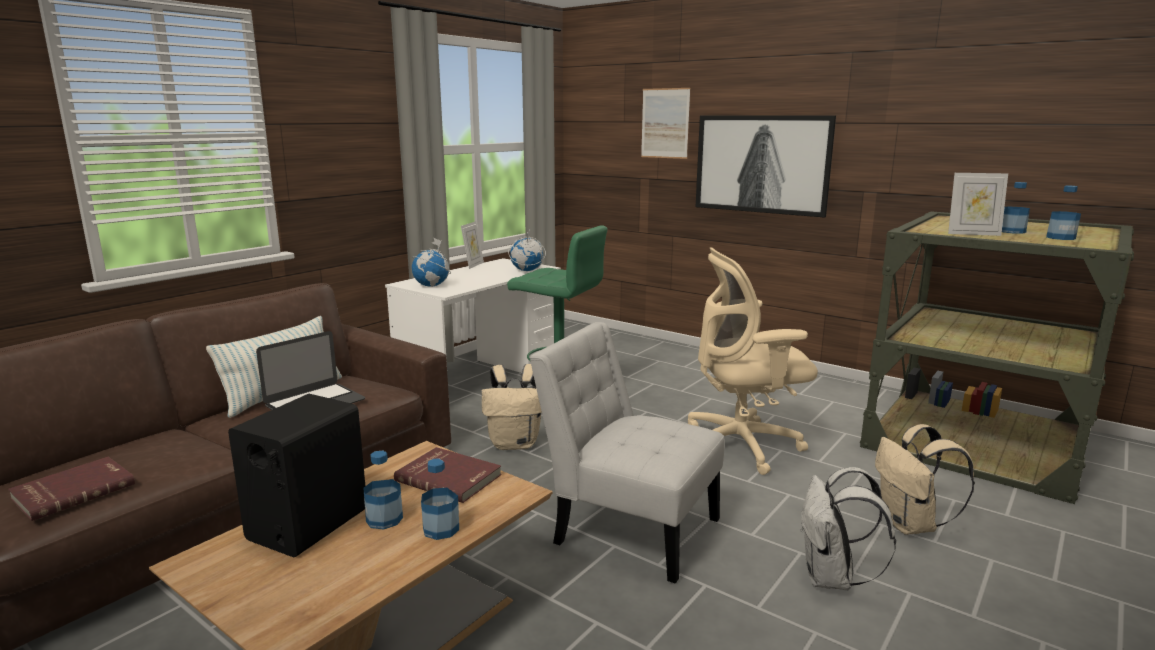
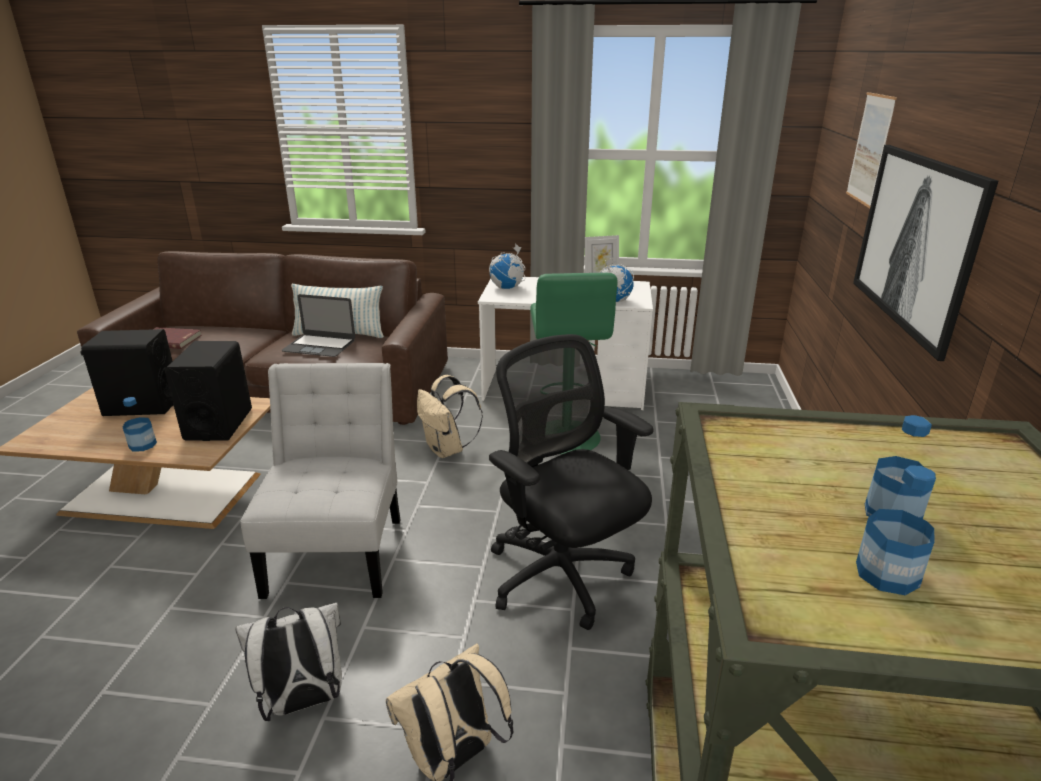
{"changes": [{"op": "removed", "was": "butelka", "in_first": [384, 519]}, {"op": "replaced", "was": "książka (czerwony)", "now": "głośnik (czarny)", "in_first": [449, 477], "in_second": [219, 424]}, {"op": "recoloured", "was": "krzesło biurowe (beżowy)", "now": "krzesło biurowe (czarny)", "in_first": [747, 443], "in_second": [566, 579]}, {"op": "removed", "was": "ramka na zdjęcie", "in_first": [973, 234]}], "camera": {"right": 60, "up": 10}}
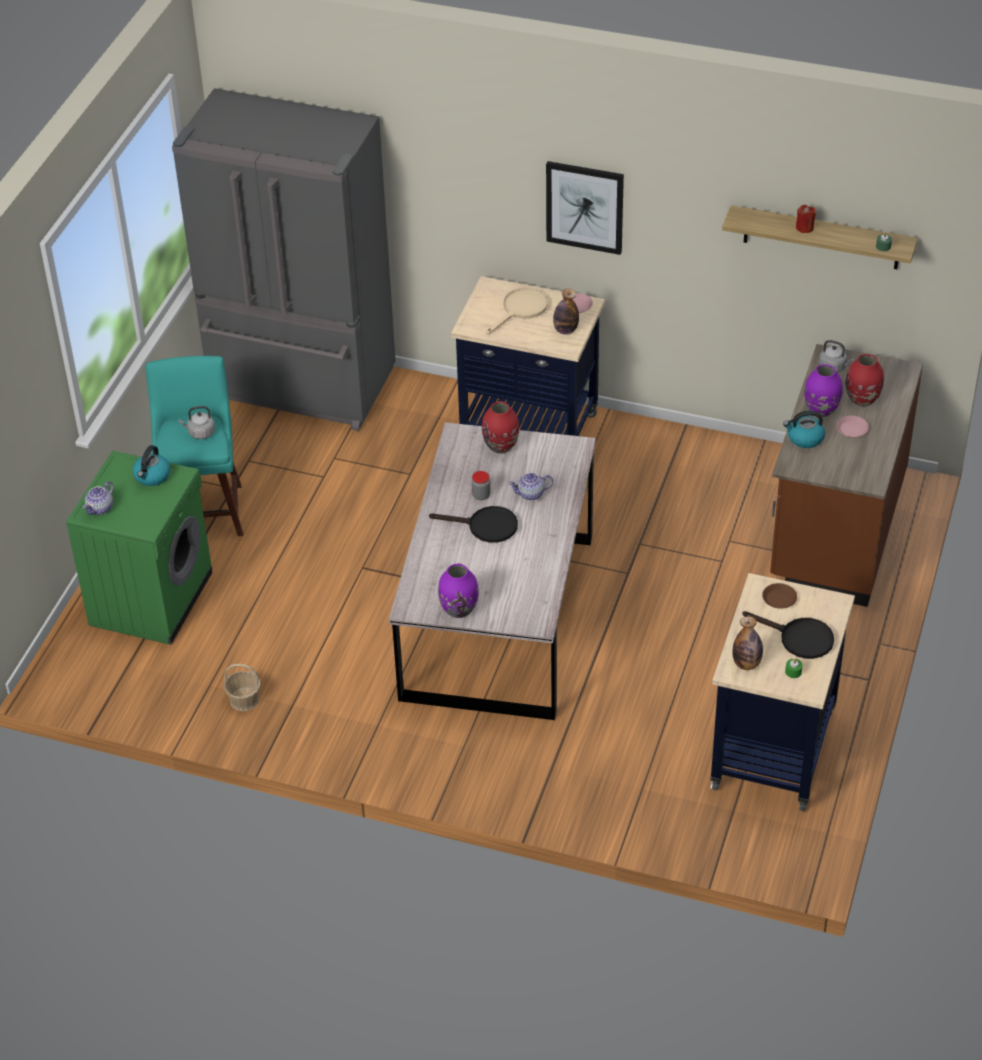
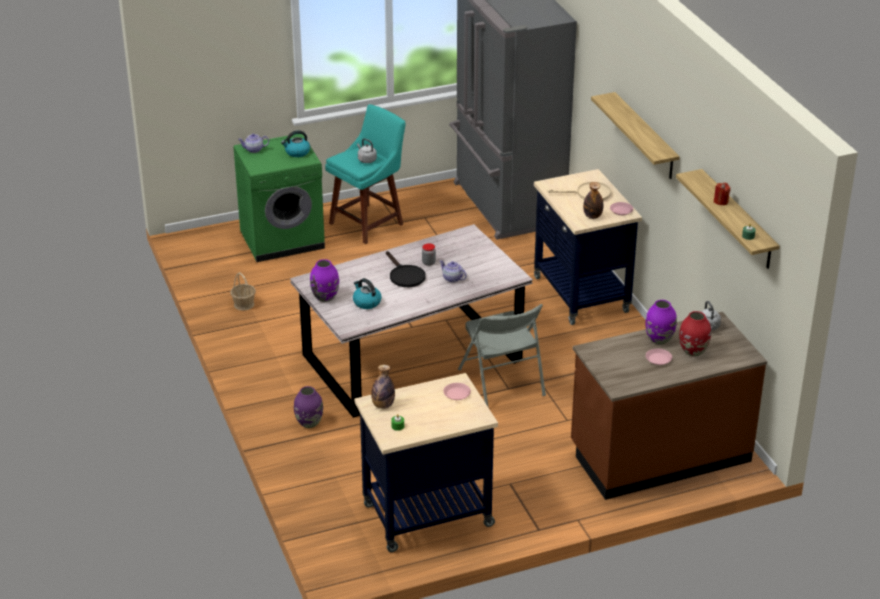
{"changes": [{"op": "removed", "was": "wazon (czerwony)", "in_first": [501, 446]}, {"op": "replaced", "was": "obraz", "now": "półka", "in_first": [585, 207], "in_second": [645, 137]}, {"op": "removed", "was": "patelnia (czarny)", "in_first": [799, 638]}, {"op": "recoloured", "was": "talerz (brązowy)", "now": "talerz (różowy)", "in_first": [779, 598], "in_second": [456, 393]}, {"op": "moved", "was": "czajnik", "in_first": [804, 438], "in_second": [366, 302]}, {"op": "added", "now": "wazon (fioletowy)", "in_second": [309, 423]}, {"op": "added", "now": "krzesło (szary)", "in_second": [501, 382]}], "camera": {"right": 50, "up": -10}}
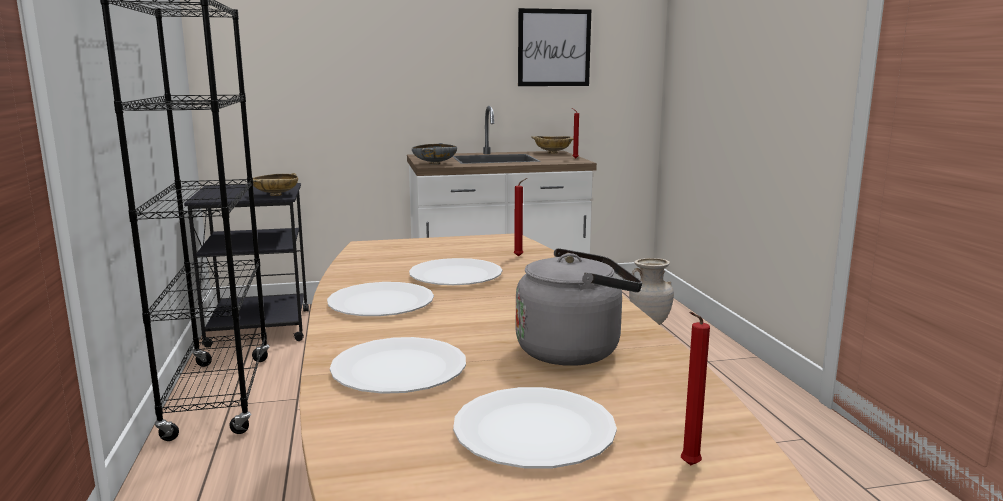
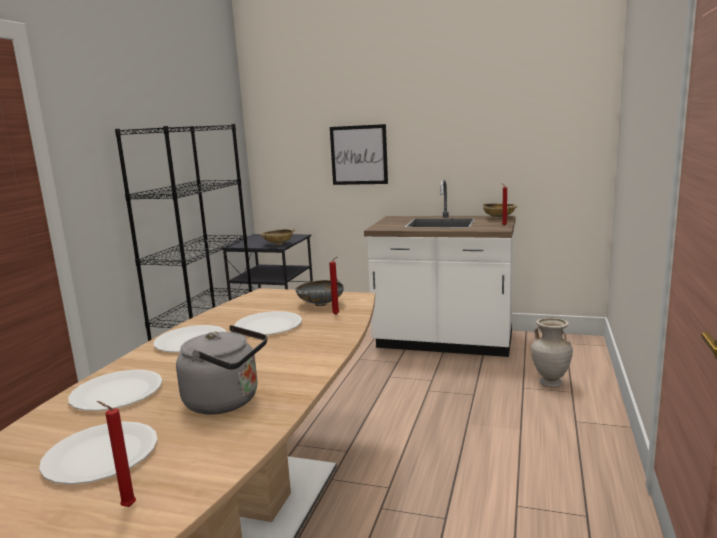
{"changes": [{"op": "moved", "was": "miska (szary)", "in_first": [434, 164], "in_second": [320, 304]}, {"op": "moved", "was": "obraz", "in_first": [554, 48], "in_second": [359, 155]}], "camera": {"right": 30, "up": 0}}
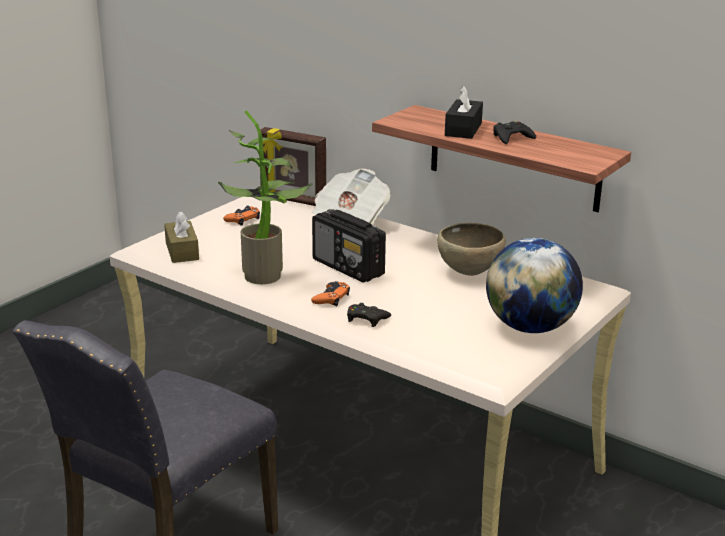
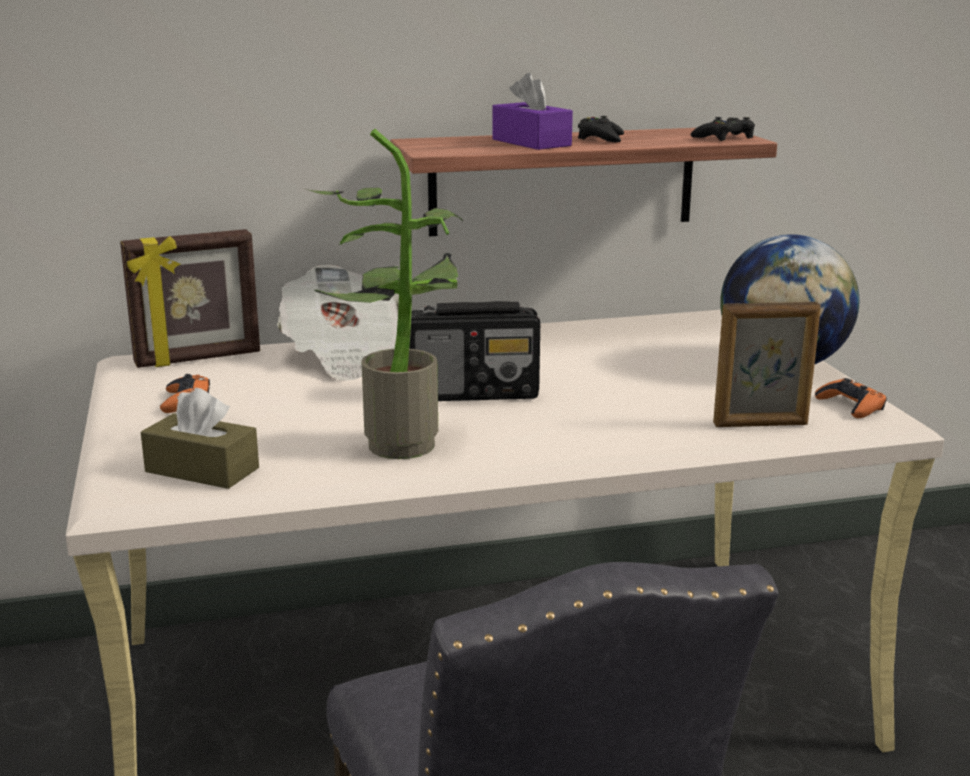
{"changes": [{"op": "moved", "was": "pad do gier (pomarańczowy)", "in_first": [331, 298], "in_second": [850, 406]}, {"op": "moved", "was": "pad do gier (czarny)", "in_first": [366, 319], "in_second": [725, 138]}, {"op": "removed", "was": "miska (brązowy)", "in_first": [469, 272]}, {"op": "recoloured", "was": "pudełko chusteczek (czarny)", "now": "pudełko chusteczek (fioletowy)", "in_first": [463, 129], "in_second": [531, 142]}, {"op": "added", "now": "ramka na zdjęcie", "in_second": [761, 424]}], "camera": {"right": -50, "up": -5}}
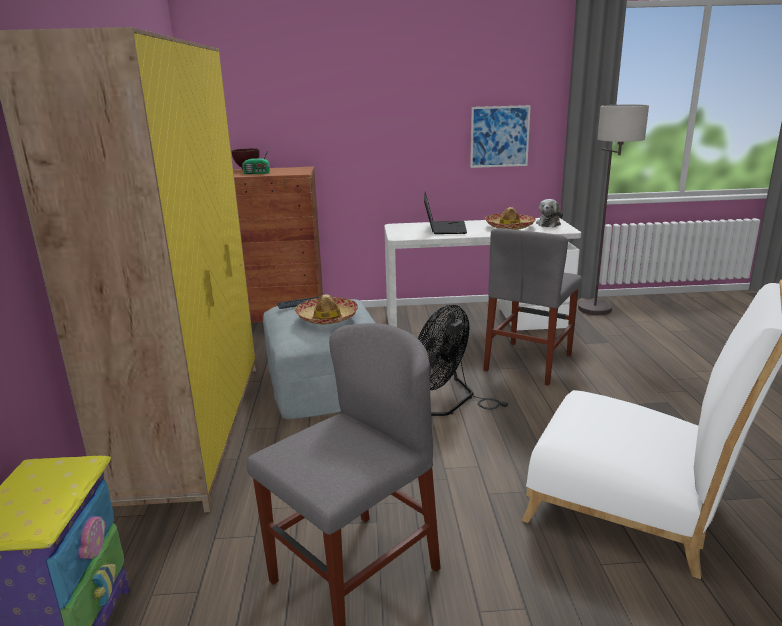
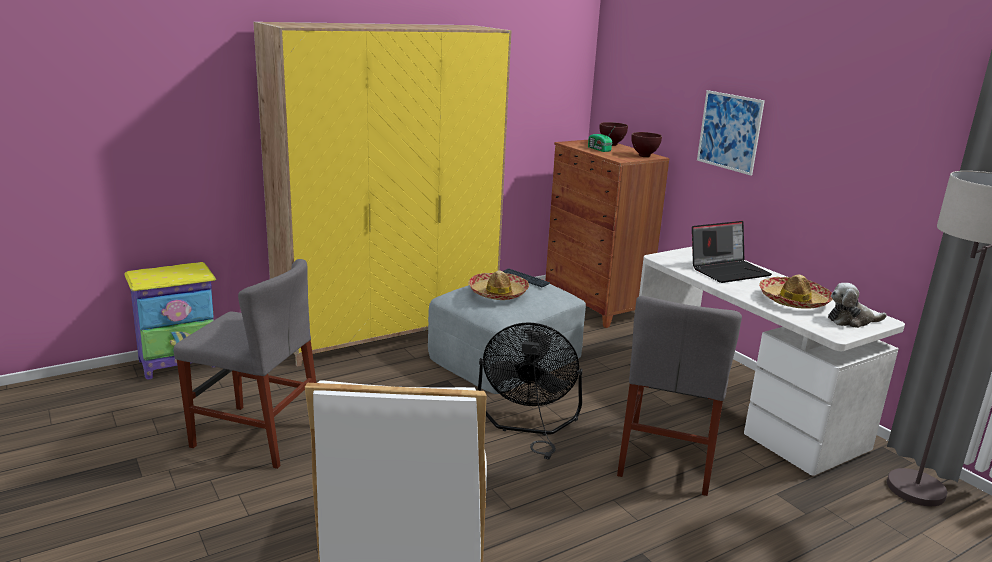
{"changes": [{"op": "moved", "was": "obraz", "in_first": [499, 136], "in_second": [729, 132]}, {"op": "turned", "was": "krzesło (szary)", "in_first": [528, 362], "in_second": [667, 458], "clockwise": -75}, {"op": "added", "now": "miska (brązowy)", "in_second": [644, 156]}], "camera": {"right": 60, "up": 0}}
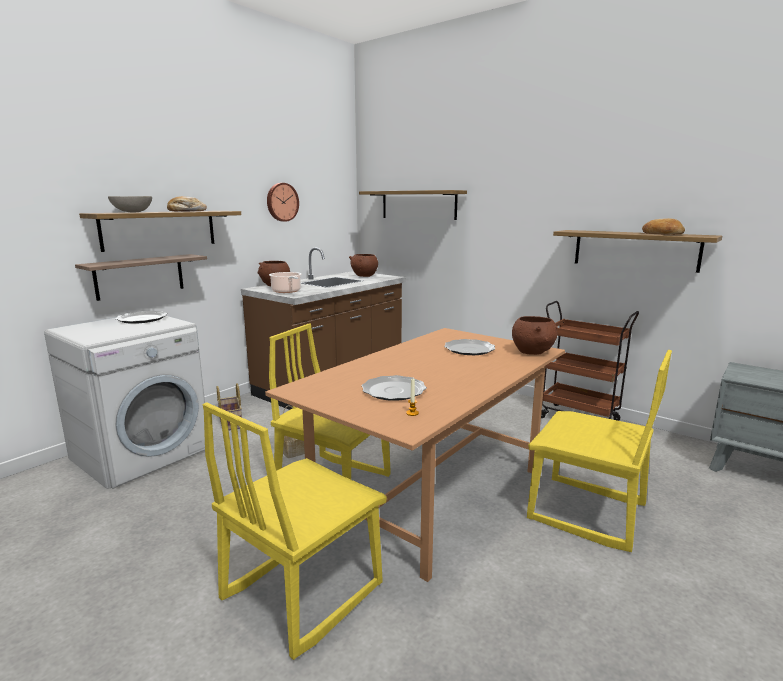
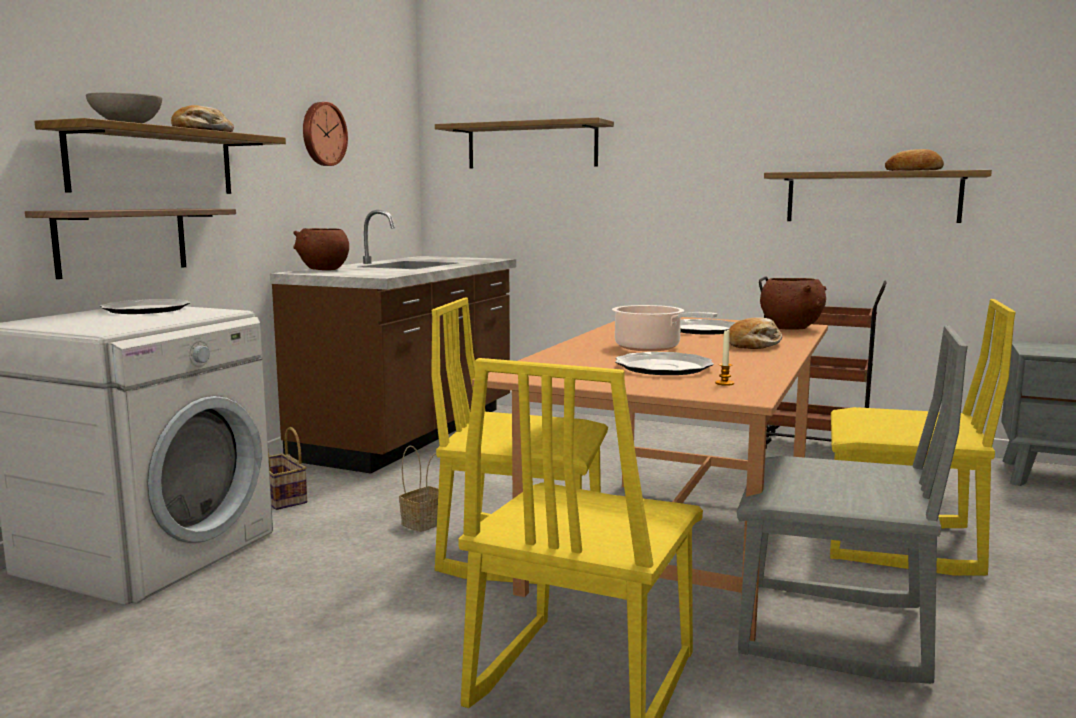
{"changes": [{"op": "moved", "was": "garnek", "in_first": [287, 291], "in_second": [651, 348]}, {"op": "removed", "was": "miska (brązowy)", "in_first": [364, 276]}, {"op": "added", "now": "chleb", "in_second": [754, 345]}, {"op": "added", "now": "krzesło (szary)", "in_second": [832, 632]}], "camera": {"right": -15, "up": -5}}
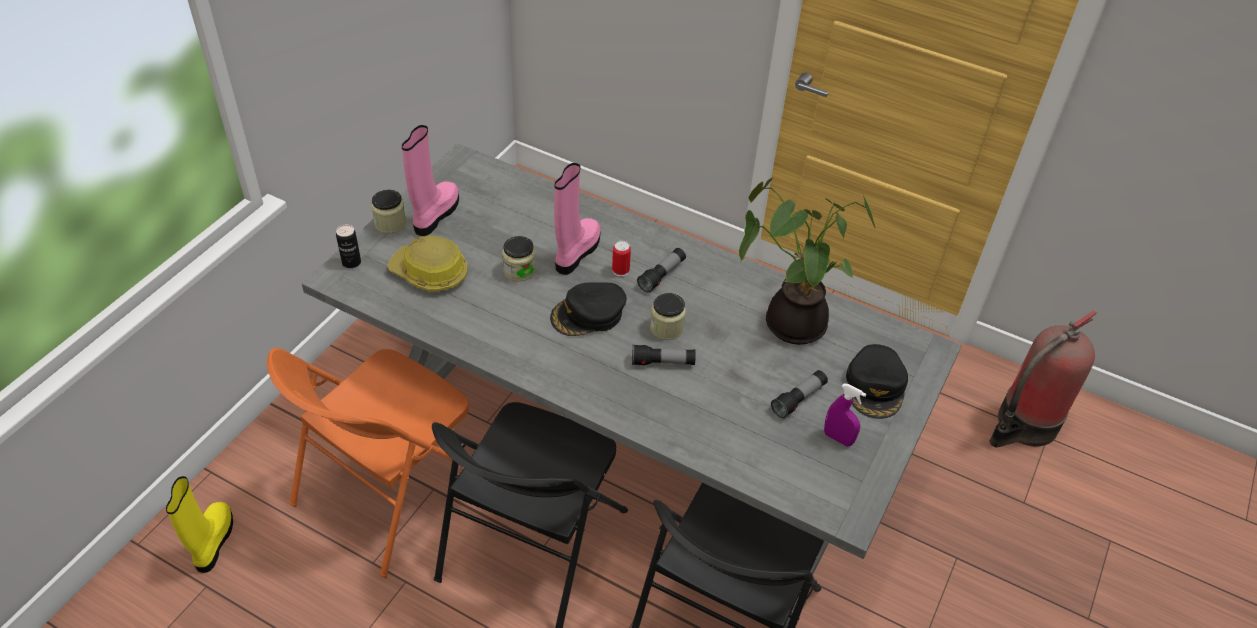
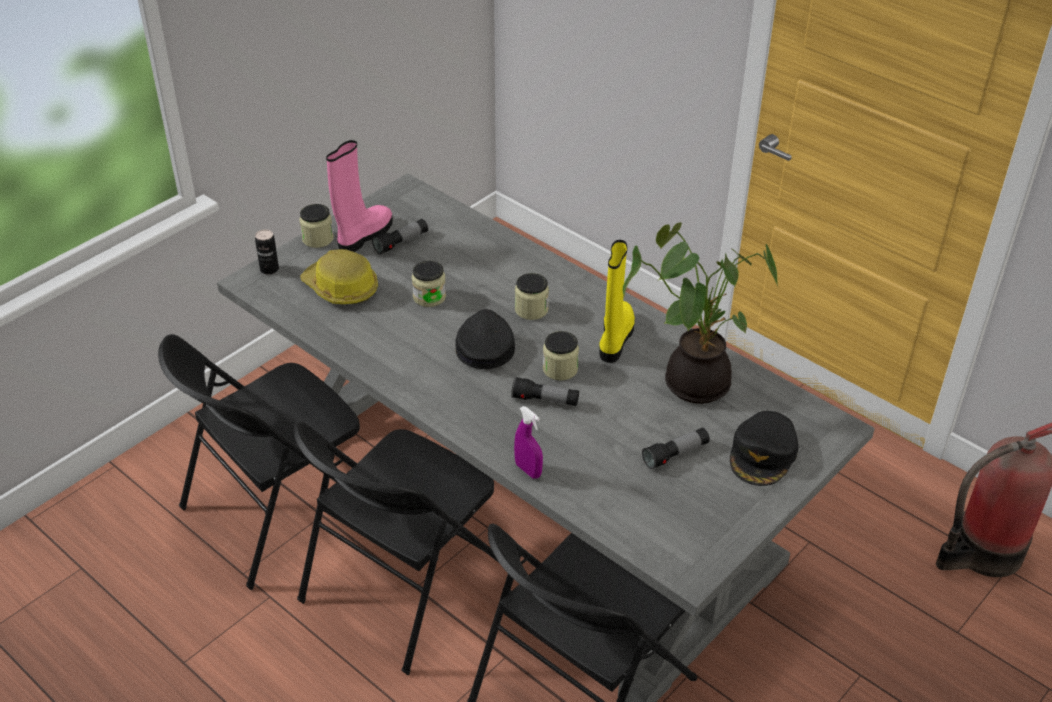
{"changes": [{"op": "moved", "was": "but z cholewką (żółty)", "in_first": [213, 542], "in_second": [615, 338]}, {"op": "recoloured", "was": "krzesło (pomarańczowy)", "now": "krzesło (czarny)", "in_first": [391, 489], "in_second": [281, 509]}, {"op": "turned", "was": "czapka z daszkiem (czarny)", "in_first": [588, 314], "in_second": [484, 346], "clockwise": 105}, {"op": "removed", "was": "but z cholewką (różowy)", "in_first": [576, 252]}, {"op": "replaced", "was": "puszka", "now": "słoik", "in_first": [620, 270], "in_second": [531, 309]}, {"op": "moved", "was": "latarka", "in_first": [662, 275], "in_second": [401, 242]}, {"op": "moved", "was": "spryskiwacz (fioletowy)", "in_first": [838, 438], "in_second": [528, 470]}], "camera": {"right": 15, "up": -5}}
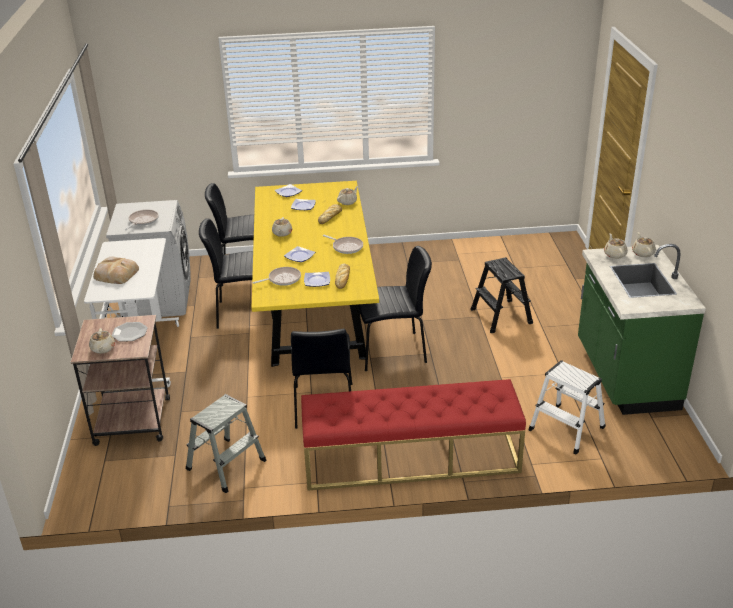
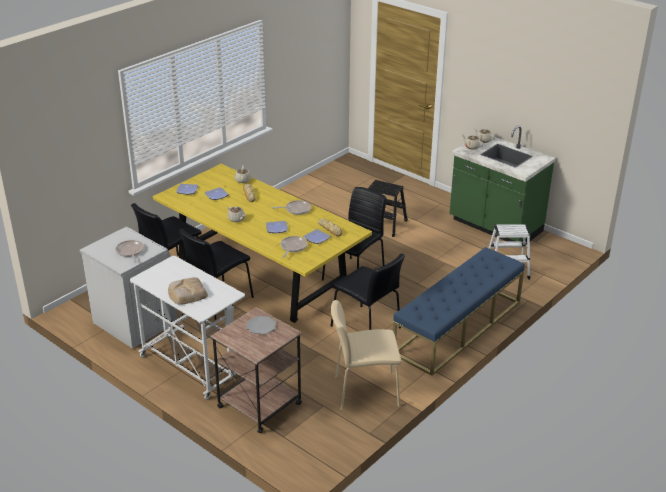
{"changes": [{"op": "removed", "was": "imbryk (beżowy)", "in_first": [103, 349]}, {"op": "replaced", "was": "drabinka (szary)", "now": "krzesło (beżowy)", "in_first": [226, 464], "in_second": [364, 391]}, {"op": "recoloured", "was": "ławka (czerwony)", "now": "ławka (niebieski)", "in_first": [410, 459], "in_second": [458, 327]}], "camera": {"right": -45, "up": 0}}
